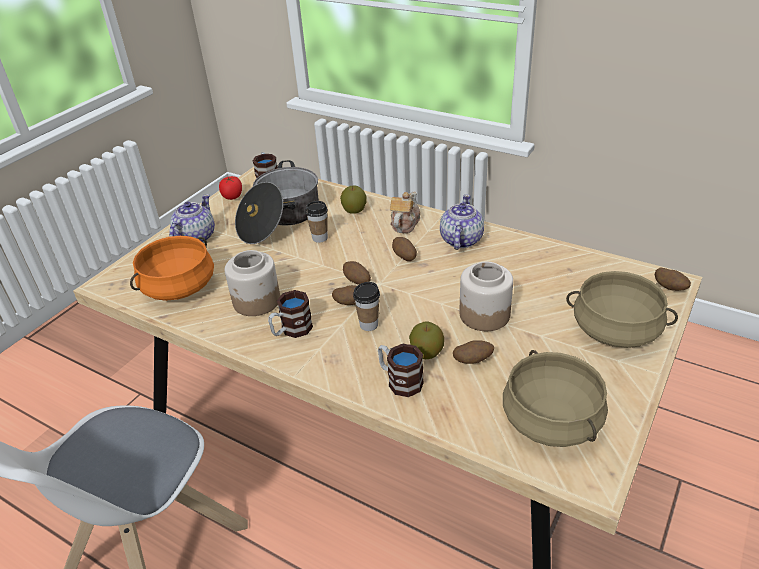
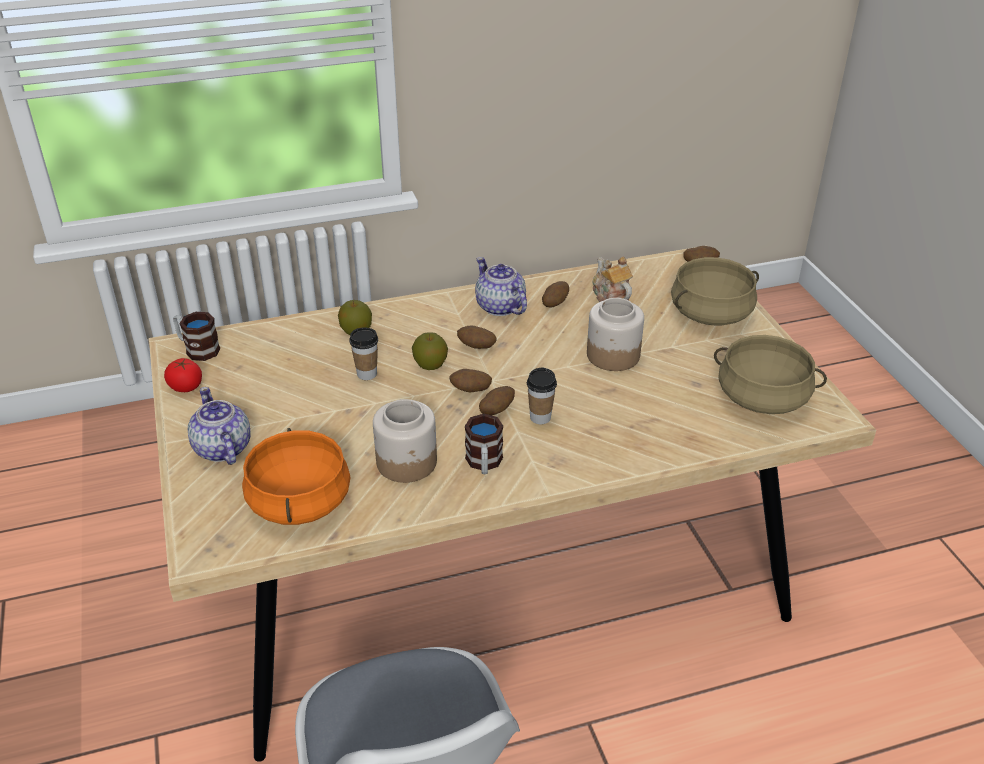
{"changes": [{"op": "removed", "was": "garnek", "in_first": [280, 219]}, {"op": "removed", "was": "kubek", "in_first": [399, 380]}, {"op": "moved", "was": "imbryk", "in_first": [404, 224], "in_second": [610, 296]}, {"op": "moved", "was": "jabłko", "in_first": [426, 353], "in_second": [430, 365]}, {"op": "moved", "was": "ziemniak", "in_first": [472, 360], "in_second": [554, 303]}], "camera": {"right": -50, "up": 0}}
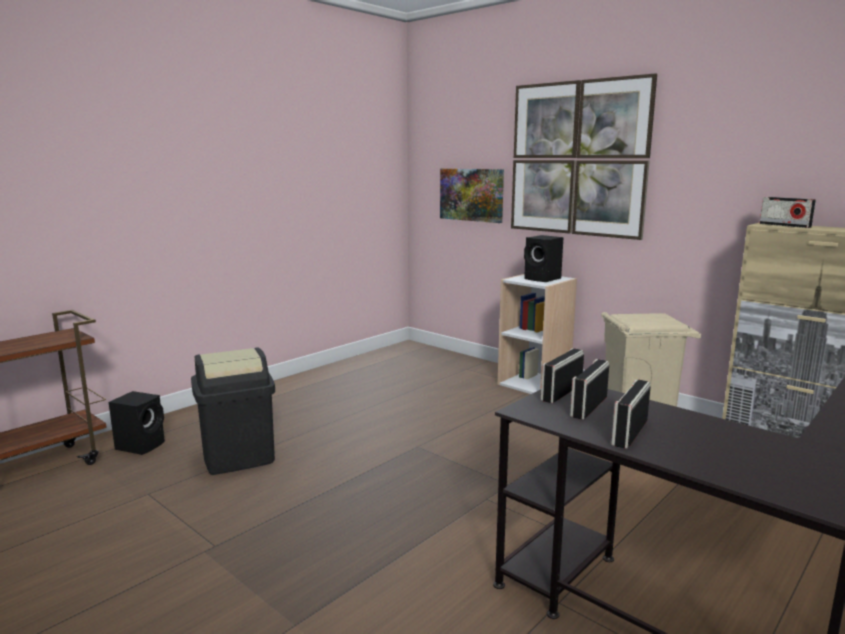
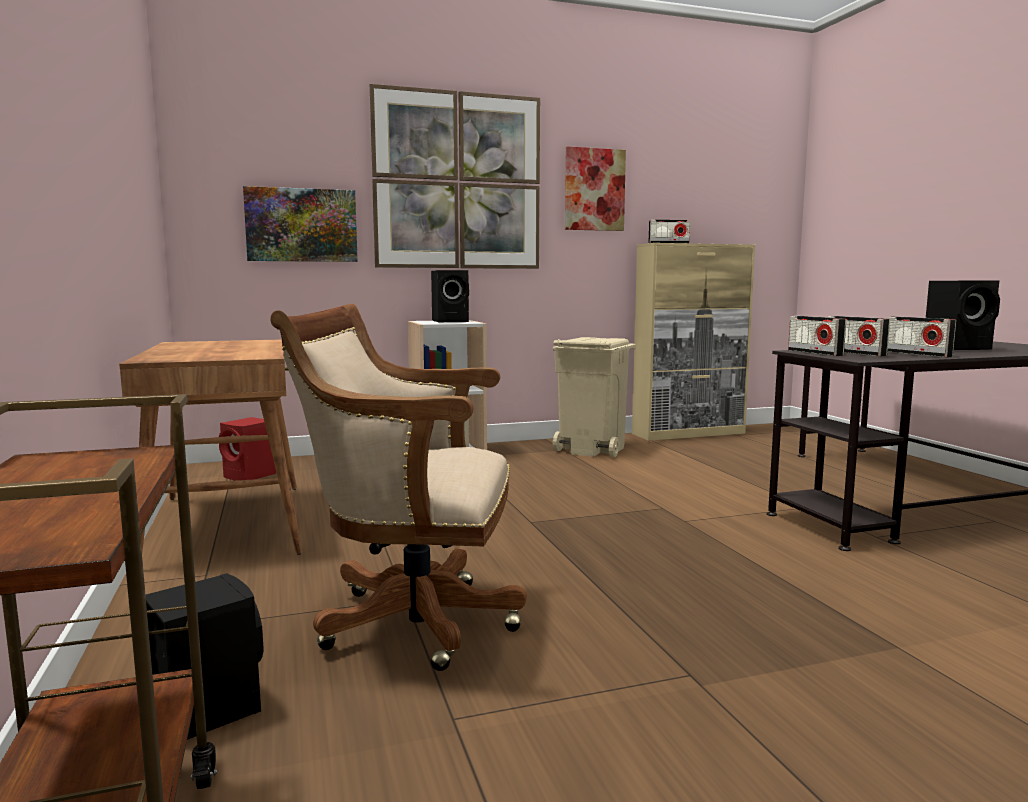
{"changes": [{"op": "replaced", "was": "kosz na śmieci (czarny)", "now": "krzesło biurowe", "in_first": [238, 457], "in_second": [409, 622]}, {"op": "added", "now": "biurko (brązowy)", "in_second": [227, 523]}, {"op": "added", "now": "głośnik (czerwony)", "in_second": [250, 476]}, {"op": "added", "now": "obraz", "in_second": [594, 190]}, {"op": "added", "now": "głośnik (czarny)", "in_second": [959, 348]}], "camera": {"right": -60, "up": -5}}
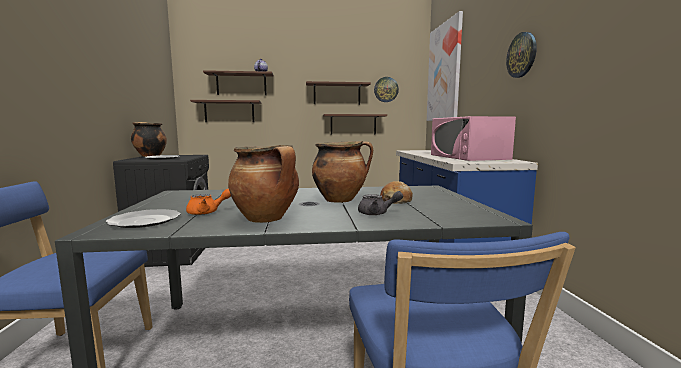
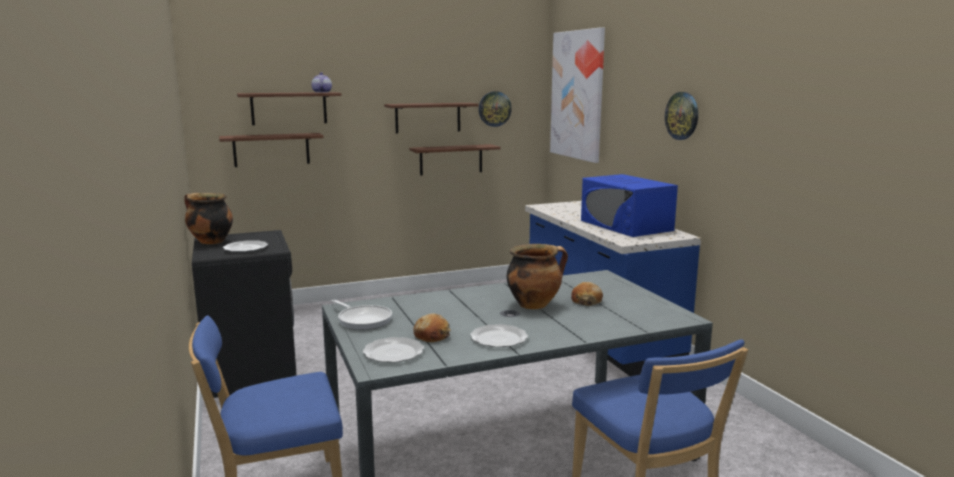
{"changes": [{"op": "replaced", "was": "imbryk (pomarańczowy)", "now": "chleb", "in_first": [207, 212], "in_second": [432, 335]}, {"op": "replaced", "was": "garnek", "now": "talerz", "in_first": [267, 219], "in_second": [499, 338]}, {"op": "removed", "was": "imbryk (szary)", "in_first": [377, 213]}, {"op": "recoloured", "was": "mikrofalówka (różowy)", "now": "mikrofalówka (niebieski)", "in_first": [468, 157], "in_second": [626, 225]}, {"op": "added", "now": "patelnia", "in_second": [363, 320]}], "camera": {"right": -15, "up": 5}}
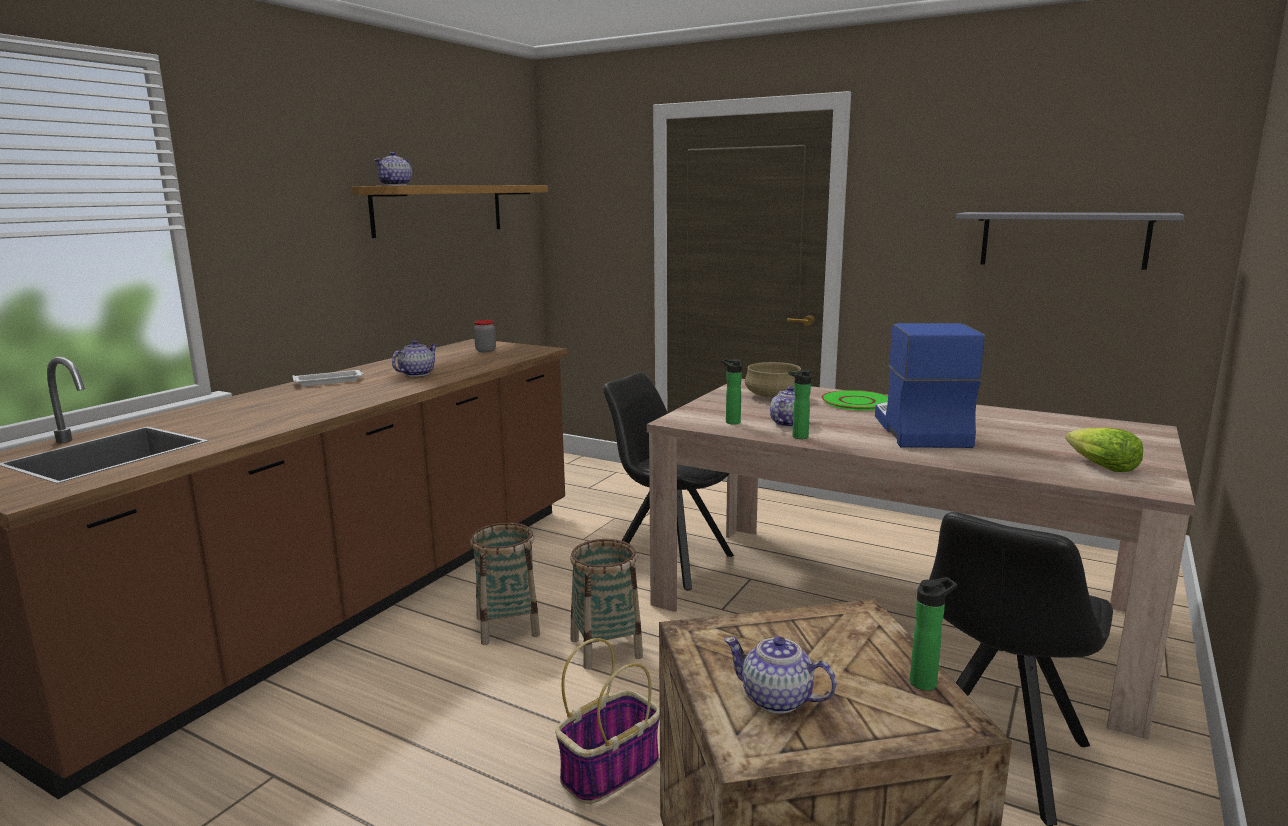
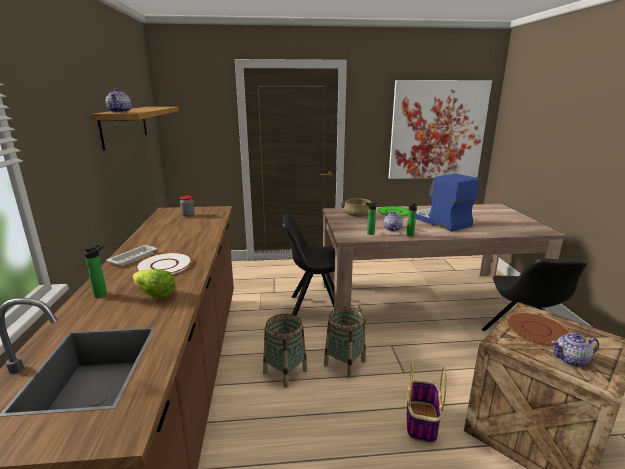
{"changes": [{"op": "removed", "was": "imbryk", "in_first": [416, 374]}, {"op": "moved", "was": "butelka", "in_first": [926, 682], "in_second": [102, 294]}, {"op": "replaced", "was": "półka (szary)", "now": "obraz", "in_first": [1063, 239], "in_second": [437, 130]}, {"op": "moved", "was": "sałata", "in_first": [1101, 467], "in_second": [154, 294]}, {"op": "added", "now": "talerz (biały)", "in_second": [164, 265]}, {"op": "added", "now": "talerz (brązowy)", "in_second": [536, 329]}], "camera": {"right": -35, "up": 5}}
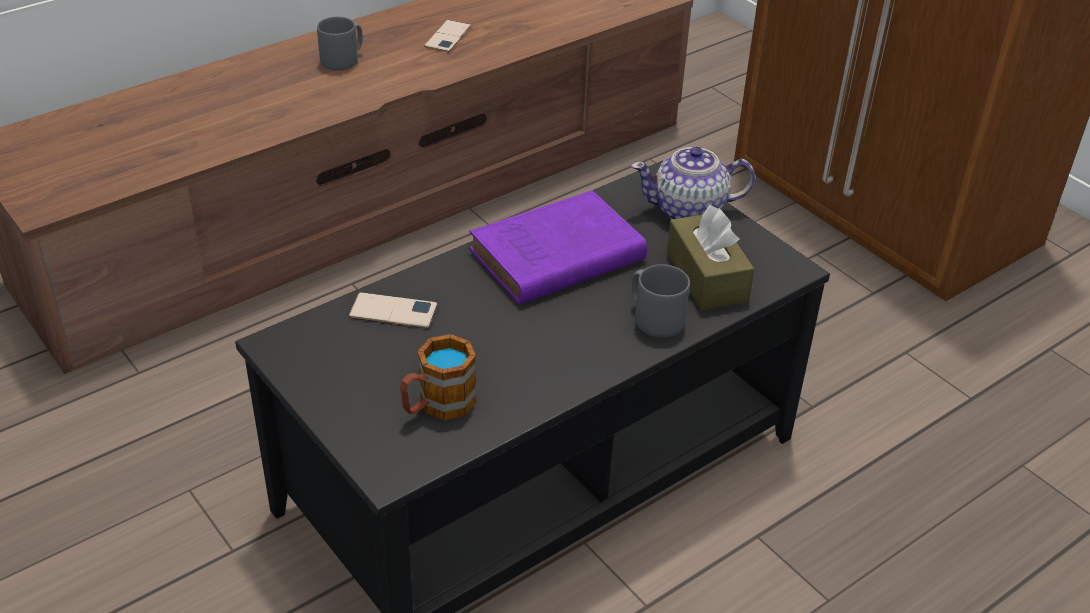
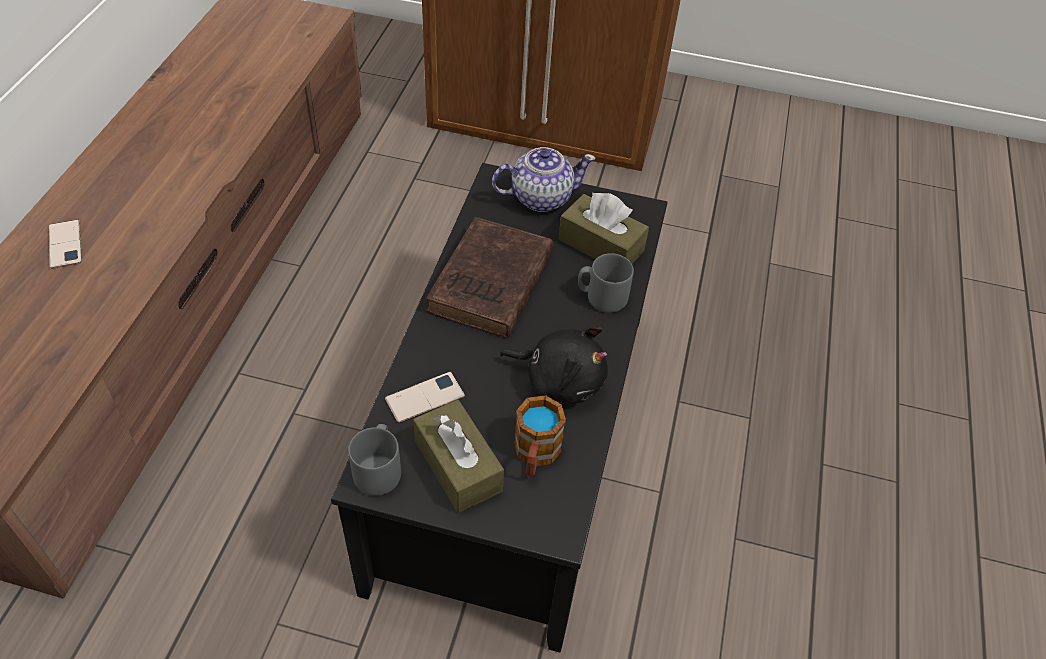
{"changes": [{"op": "moved", "was": "kubek (szary)", "in_first": [343, 60], "in_second": [379, 470]}, {"op": "moved", "was": "telefon", "in_first": [448, 37], "in_second": [65, 244]}, {"op": "recoloured", "was": "książka (fioletowy)", "now": "książka (brązowy)", "in_first": [553, 257], "in_second": [489, 285]}, {"op": "turned", "was": "imbryk", "in_first": [690, 211], "in_second": [540, 197], "clockwise": -150}, {"op": "added", "now": "pudełko chusteczek (brązowy)", "in_second": [458, 466]}, {"op": "added", "now": "pluszak (czarny)", "in_second": [560, 379]}], "camera": {"right": -40, "up": 10}}
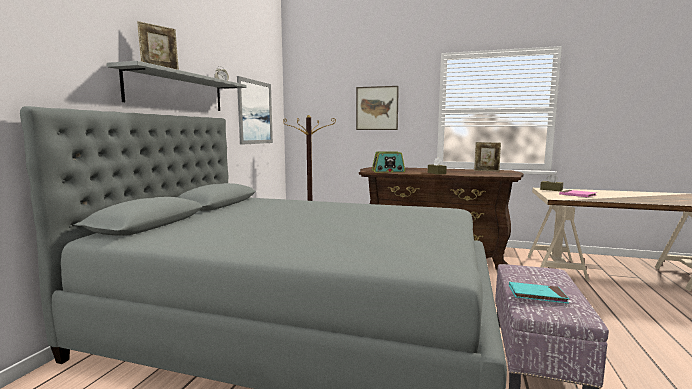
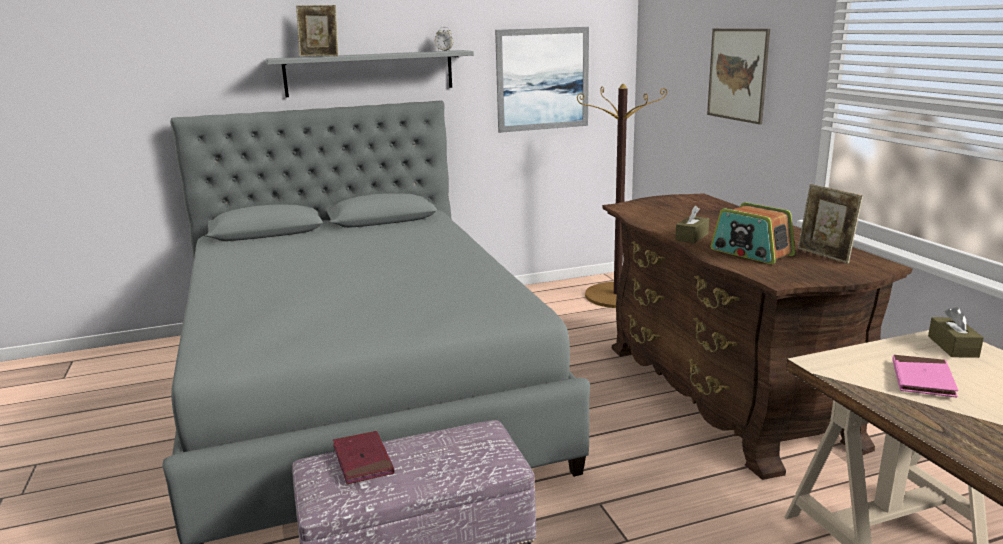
{"changes": [{"op": "moved", "was": "radio", "in_first": [388, 171], "in_second": [751, 253]}, {"op": "recoloured", "was": "książka (turkusowy)", "now": "książka (czerwony)", "in_first": [537, 295], "in_second": [363, 460]}], "camera": {"right": 55, "up": 10}}
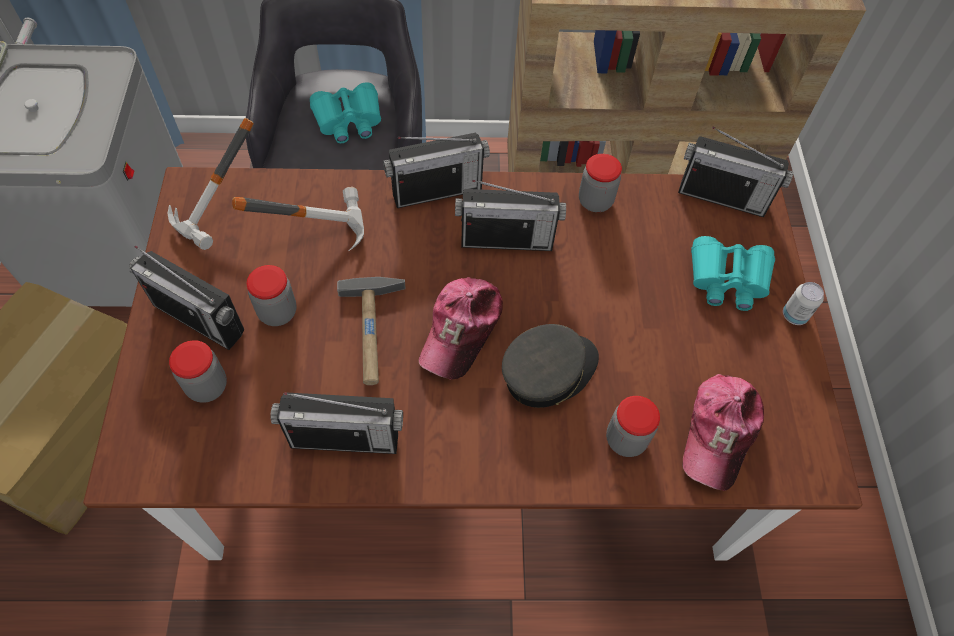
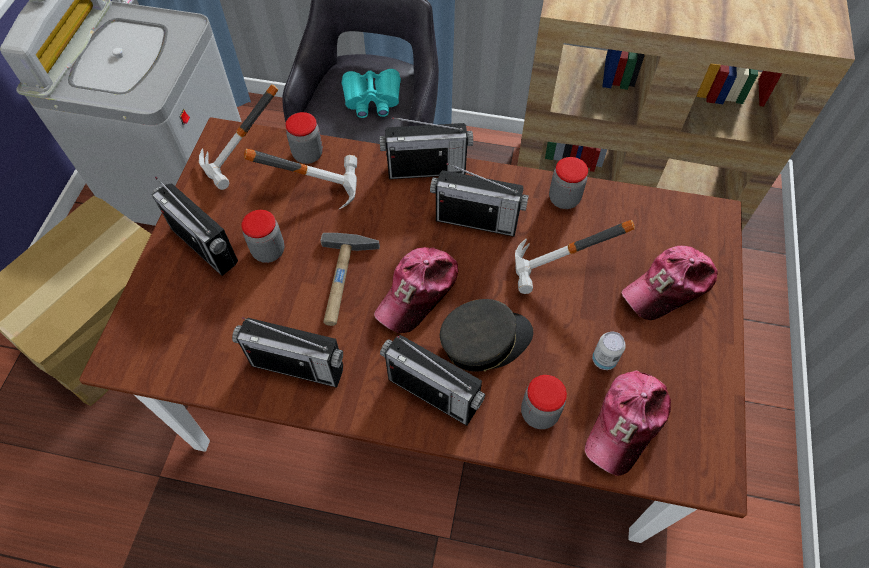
{"changes": [{"op": "moved", "was": "słoik", "in_first": [207, 386], "in_second": [308, 154]}, {"op": "moved", "was": "radio", "in_first": [722, 197], "in_second": [433, 393]}, {"op": "replaced", "was": "lornetka (turkusowy)", "now": "czapka z daszkiem", "in_first": [727, 279], "in_second": [669, 287]}, {"op": "moved", "was": "puszka", "in_first": [794, 315], "in_second": [604, 360]}, {"op": "added", "now": "młotek", "in_second": [561, 276]}], "camera": {"right": 15, "up": 0}}
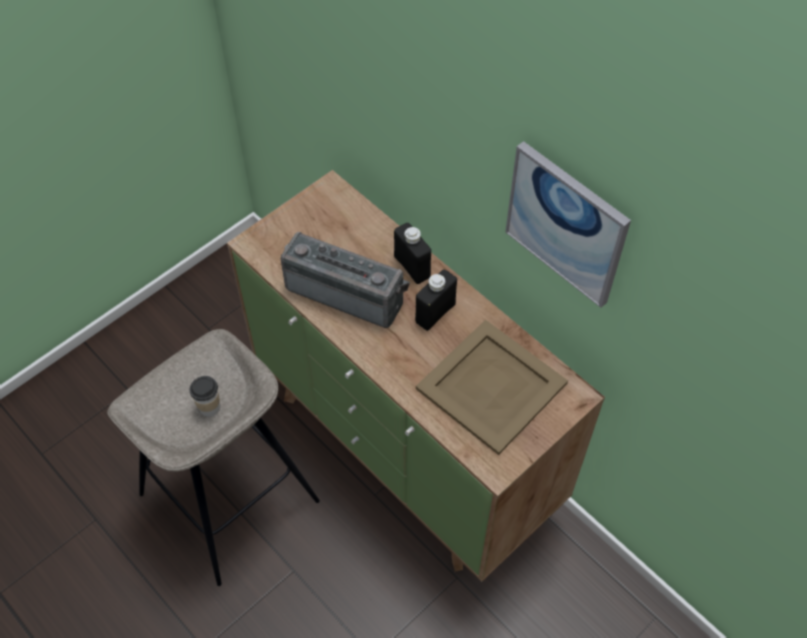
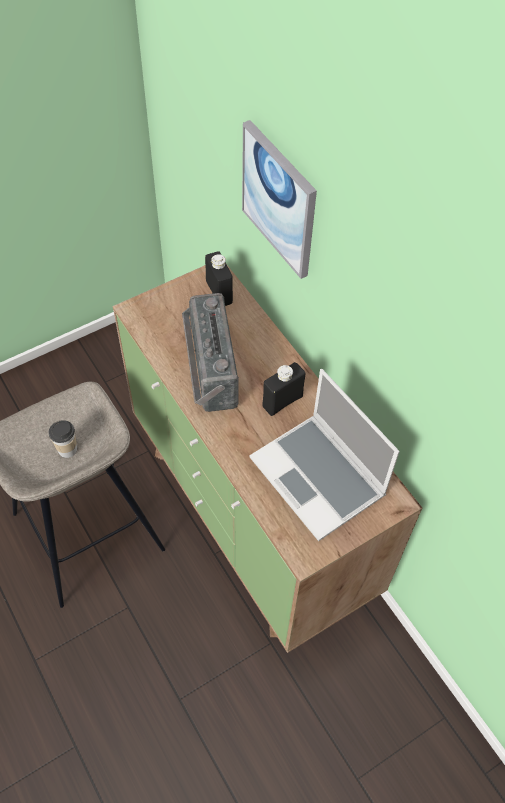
{"changes": [{"op": "turned", "was": "radio", "in_first": [347, 292], "in_second": [207, 368], "clockwise": -135}, {"op": "moved", "was": "butelka (czarny)", "in_first": [412, 267], "in_second": [219, 292]}, {"op": "replaced", "was": "taca (beżowy)", "now": "laptop", "in_first": [493, 386], "in_second": [319, 477]}, {"op": "moved", "was": "obraz", "in_first": [566, 224], "in_second": [279, 199]}], "camera": {"right": 10, "up": 0}}
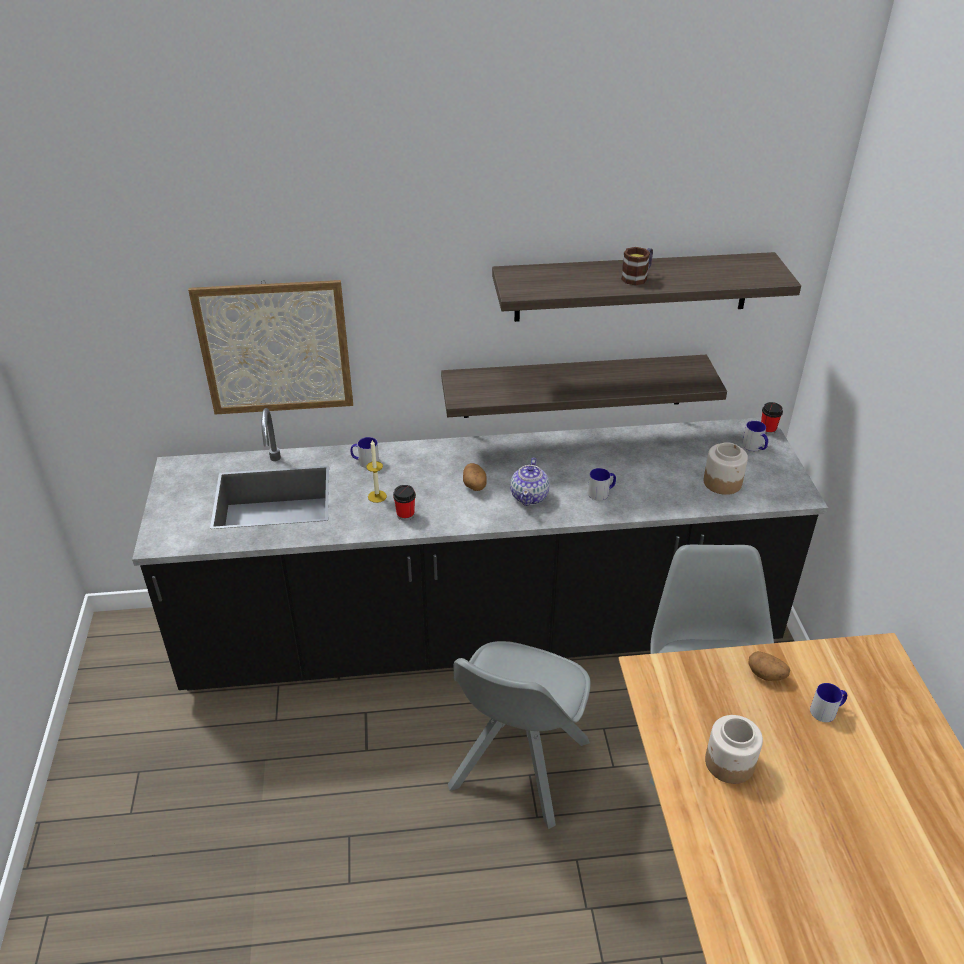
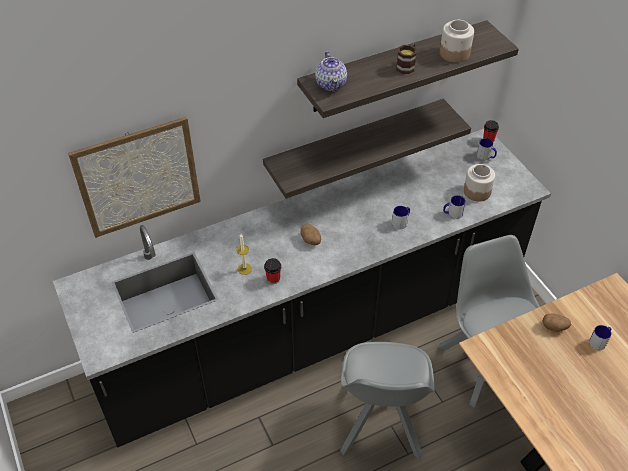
{"changes": [{"op": "moved", "was": "kubek", "in_first": [365, 462], "in_second": [452, 213]}, {"op": "moved", "was": "imbryk", "in_first": [530, 496], "in_second": [331, 84]}, {"op": "moved", "was": "słoik", "in_first": [729, 763], "in_second": [454, 54]}], "camera": {"right": -20, "up": 10}}
